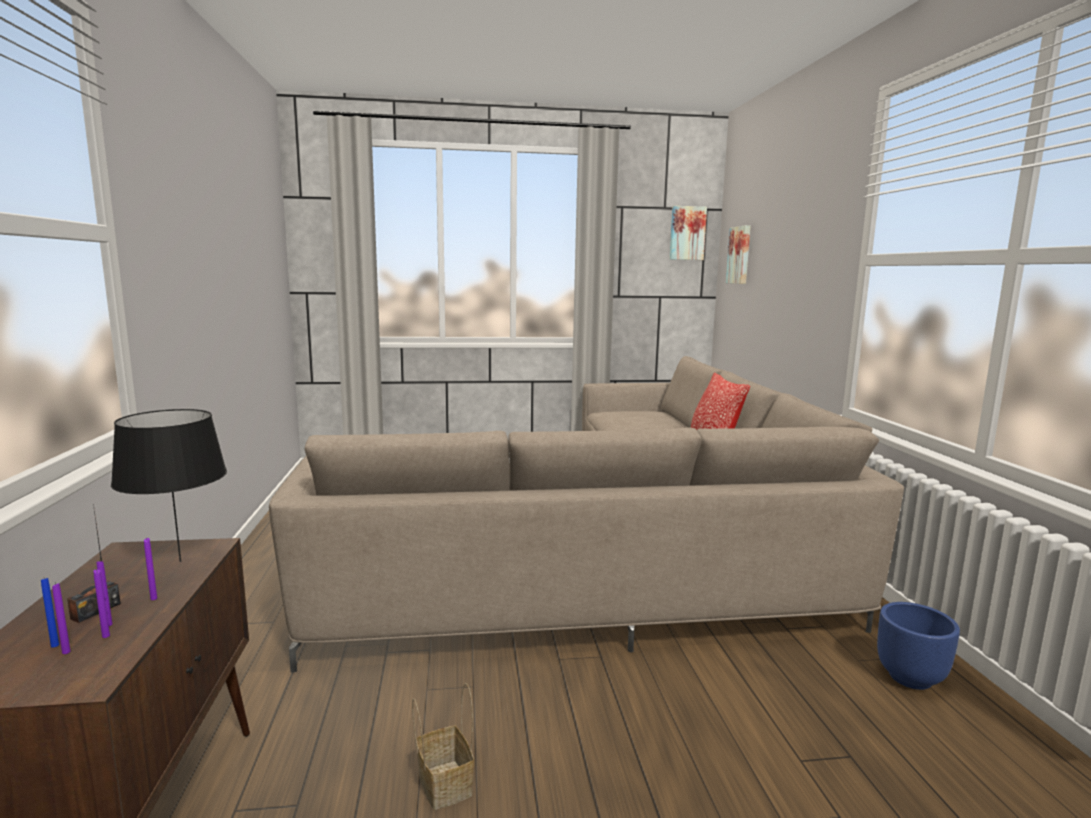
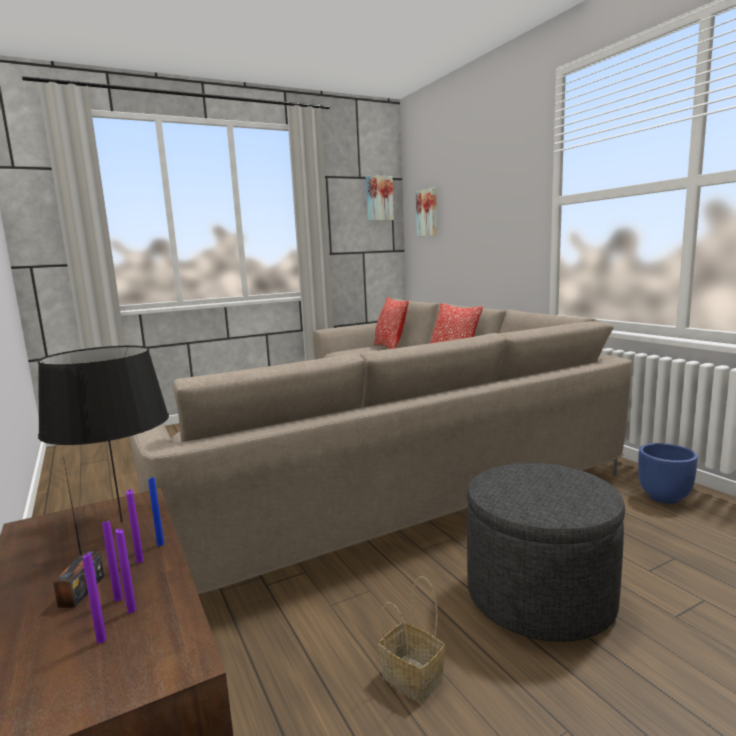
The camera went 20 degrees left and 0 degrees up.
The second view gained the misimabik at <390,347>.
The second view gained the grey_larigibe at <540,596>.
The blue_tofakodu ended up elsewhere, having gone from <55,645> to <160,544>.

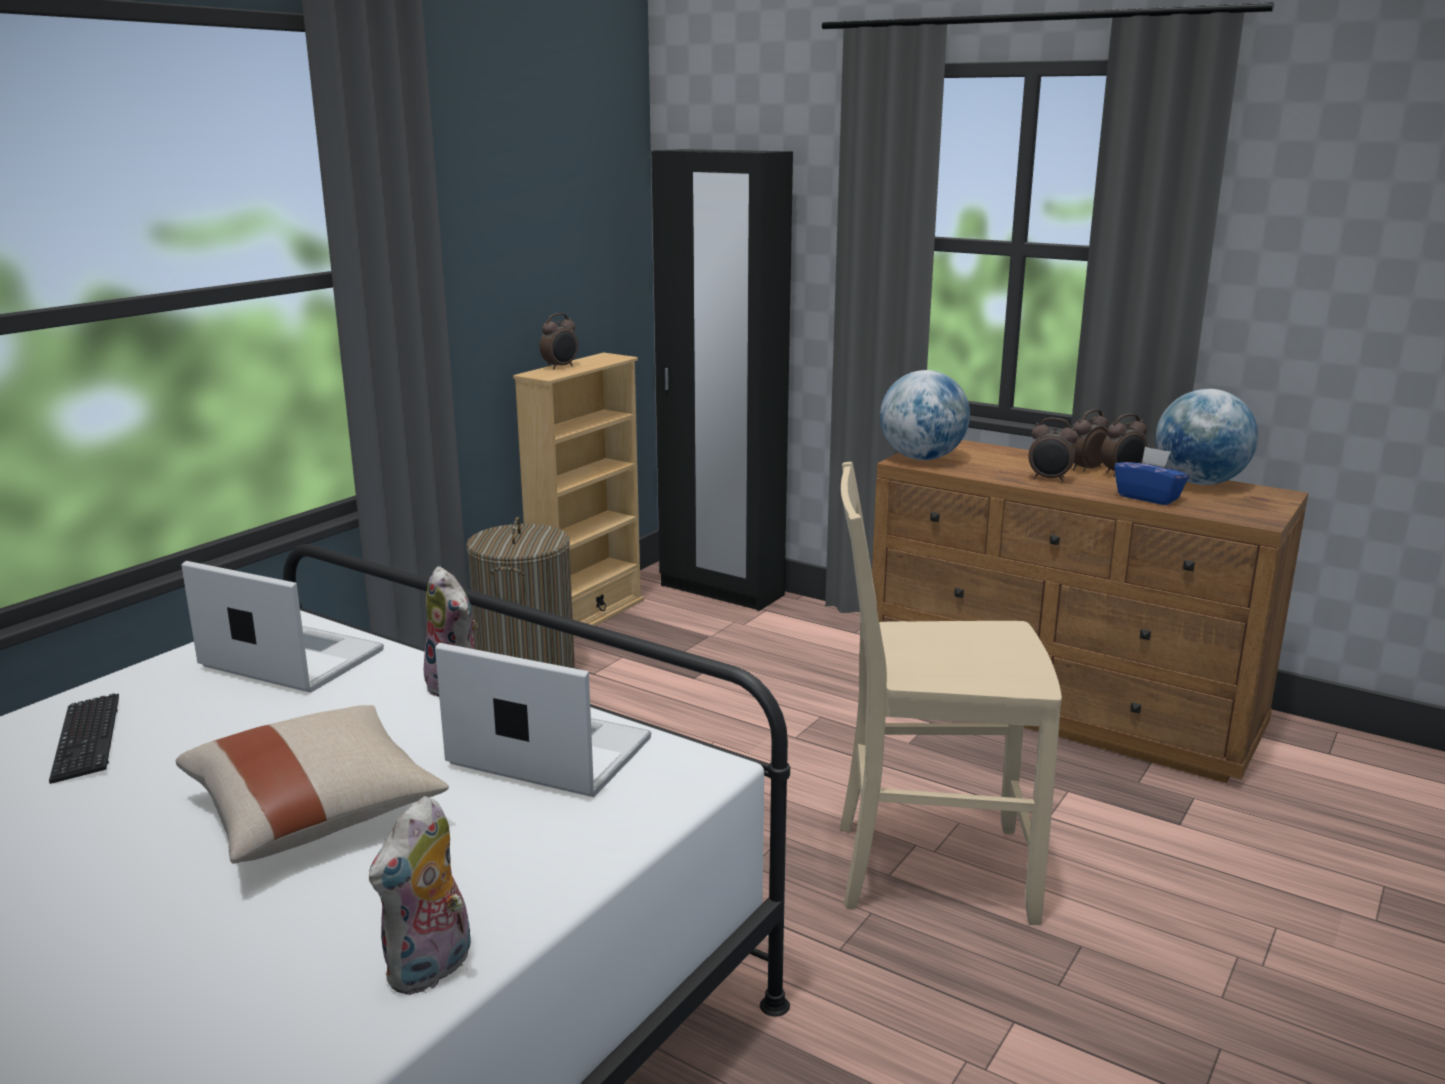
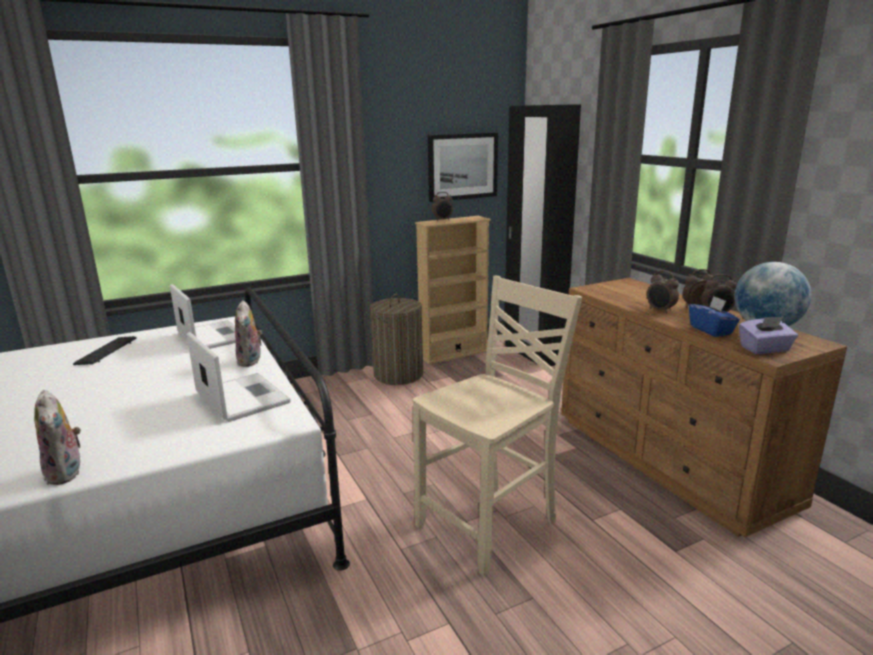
The camera went 30 degrees right and 0 degrees up.
The second view lost the beige_misimabik at <315,813>.
The second view lost the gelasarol at <922,458>.
The second view gained the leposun at <462,166>.
The second view gained the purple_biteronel at <765,349>.
The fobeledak at <431,970> ended up facing another way, 90 degrees counterclockwise from before.
The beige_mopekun at <928,869> ended up facing another way, 105 degrees clockwise from before.

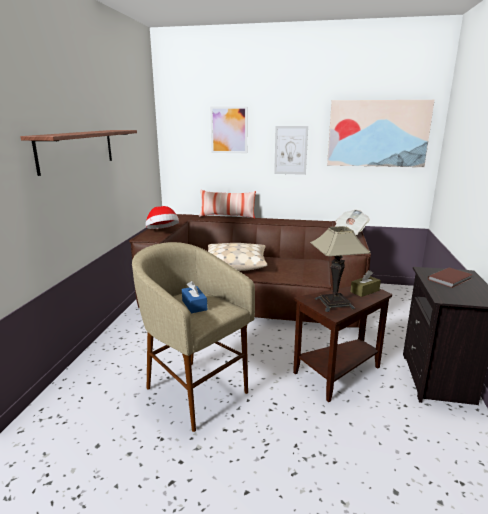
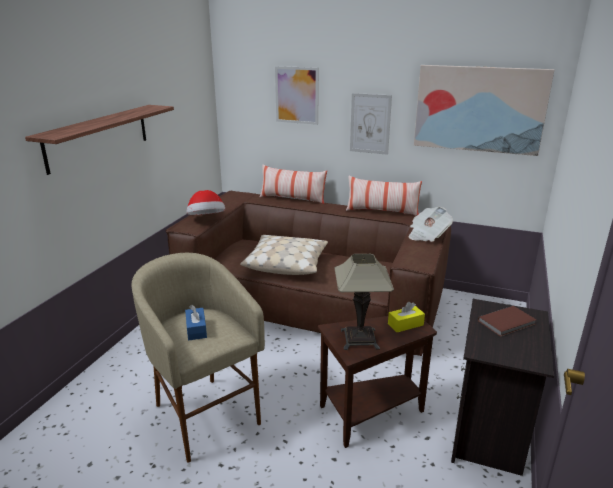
The camera went 10 degrees right and 5 degrees up.
The second view gained the misimabik at <382,212>.
What was the brown_biteronel at <364,291> turned into the yellow_biteronel at <405,324>.

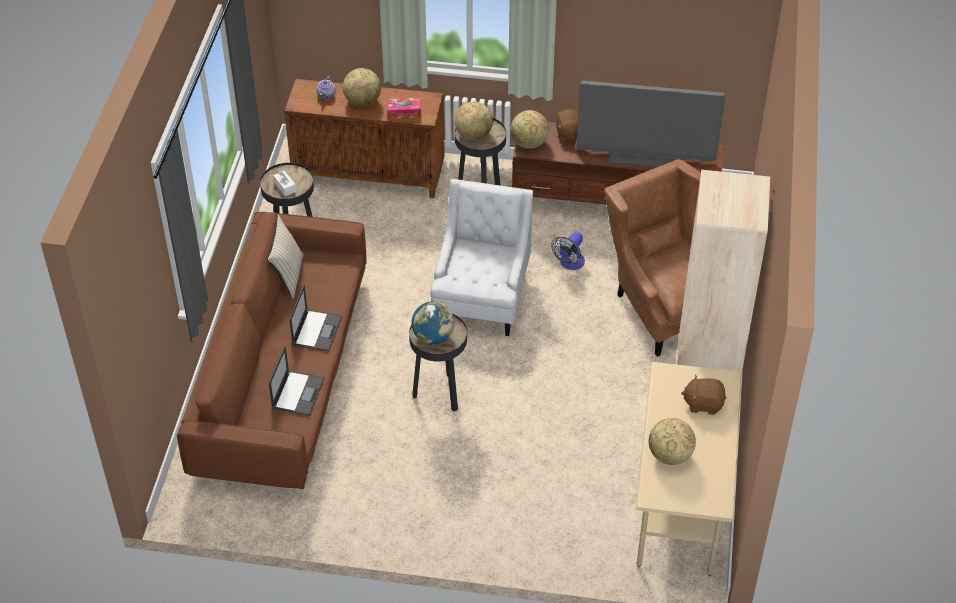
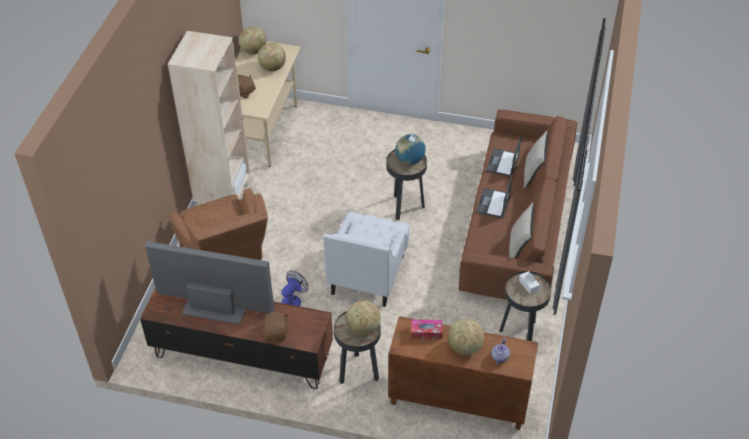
The camera went 175 degrees left and 0 degrees up.
The second view gained the beige_misimabik at <533,173>.
The gelasarol ended up elsewhere, having gone from <529,143> to <253,51>.

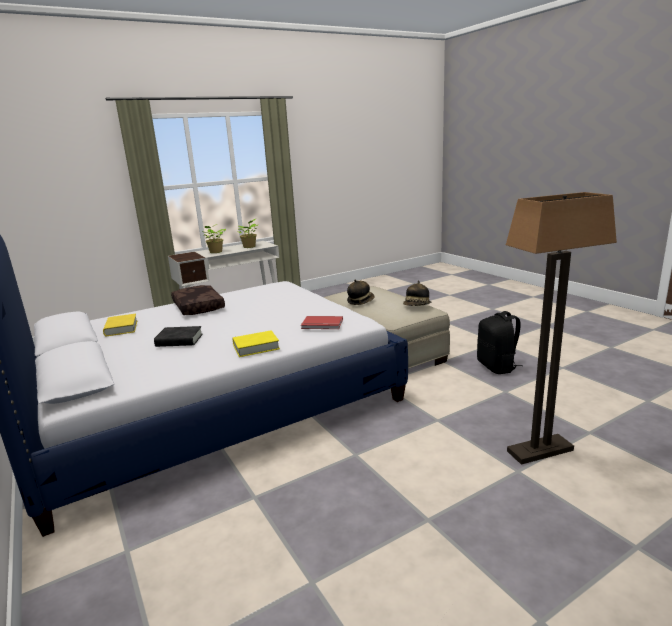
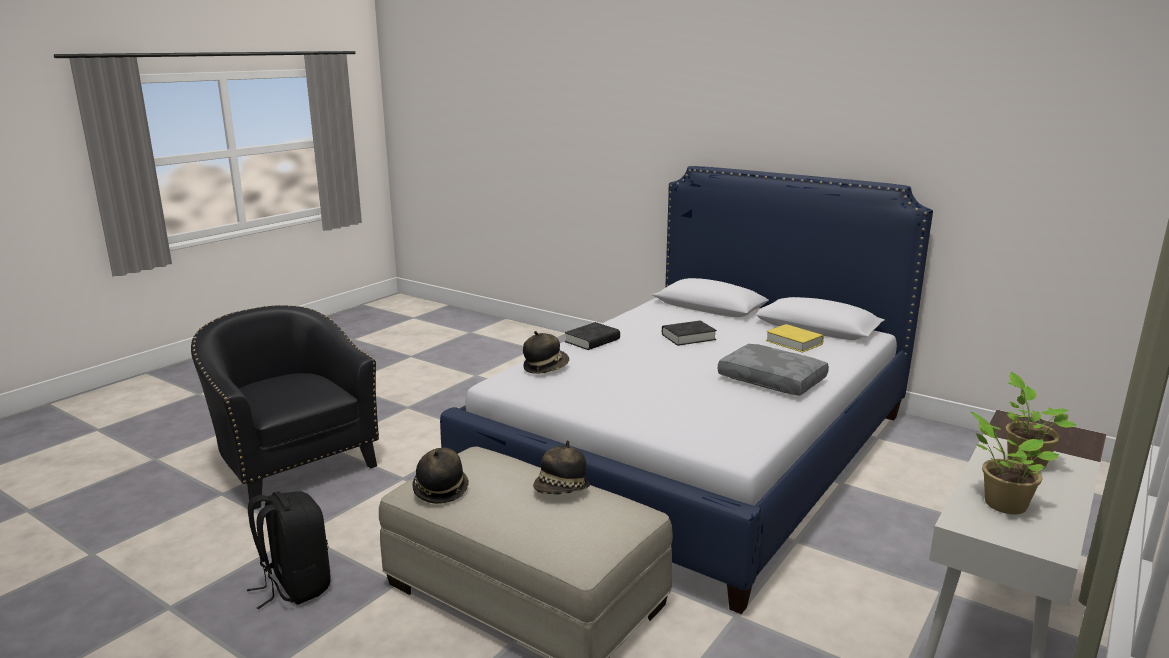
The camera went 155 degrees right and 0 degrees up.
Where the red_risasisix stood at <322,324>, the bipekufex came to stand at <545,367>.
Where the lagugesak stood at <540,451>, the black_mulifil came to stand at <293,465>.
What was the brown_misimabik at <197,307> turned into the grey_misimabik at <773,380>.
What was the yellow_risasisix at <256,347> turned into the black_risasisix at <592,341>.

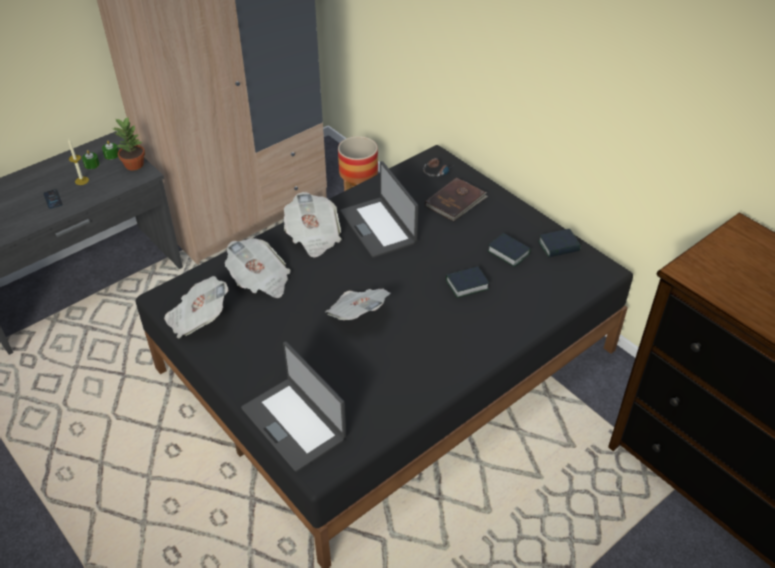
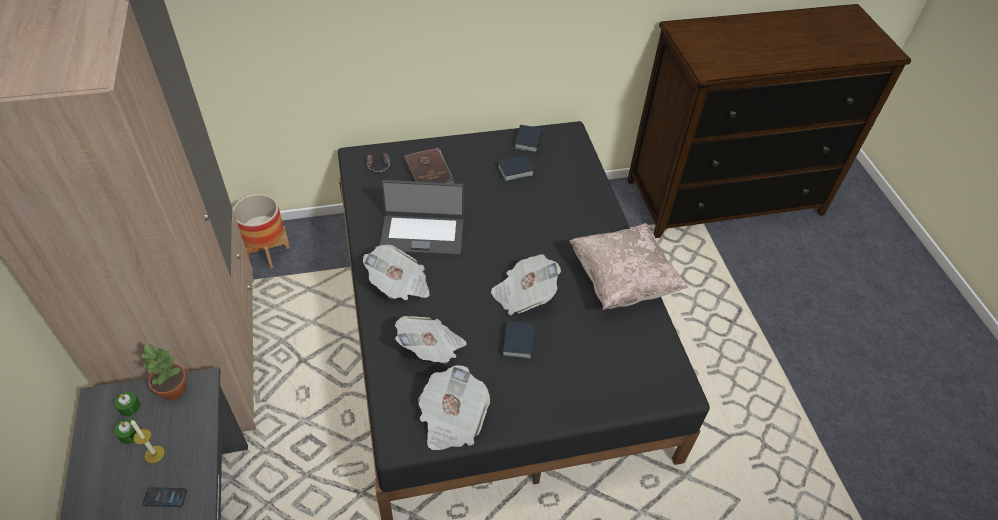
The camera went 65 degrees left and 5 degrees up.
The second view lost the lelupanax at <294,423>.
The second view gained the beige_misimabik at <622,281>.
The risasisix ended up elsewhere, having gone from <467,285> to <517,342>.

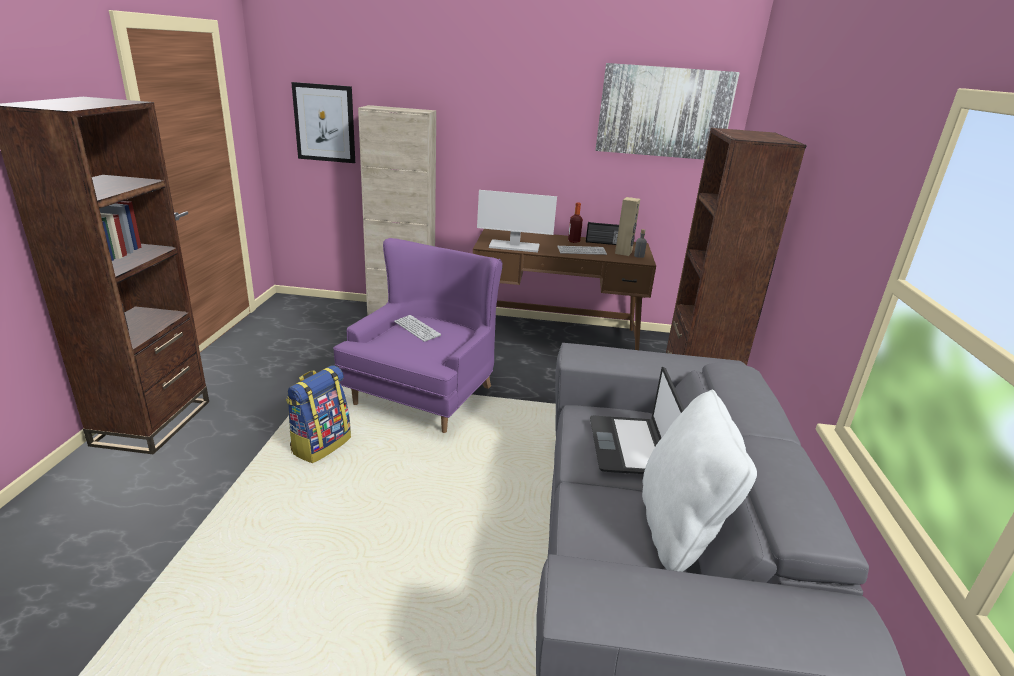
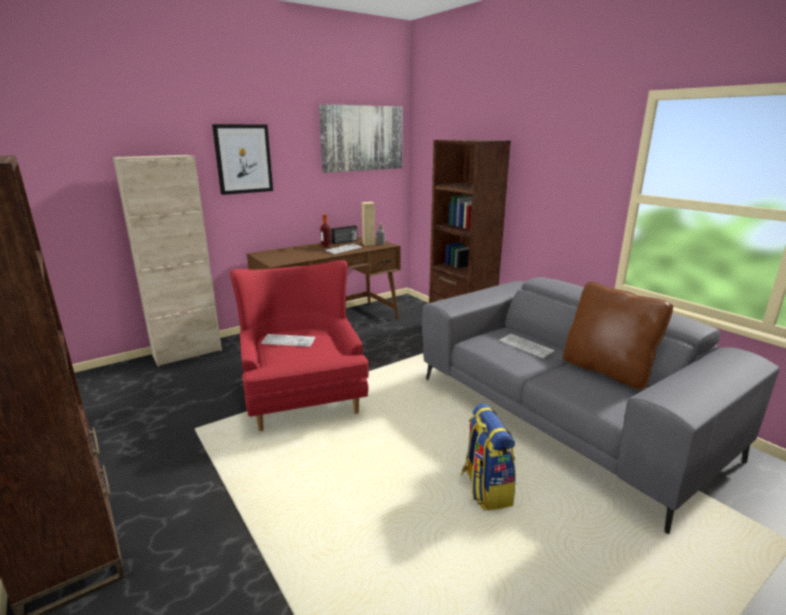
The camera went 40 degrees left and 5 degrees down.
The second view lost the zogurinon at <513,246>.
The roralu ended up elsewhere, having gone from <321,445> to <485,489>.
The leposun ended up elsewhere, having gone from <324,123> to <243,159>.
Where the lelupanax stood at <630,446>, the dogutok came to stand at <526,346>.
What was the purple_mulifil at <426,393> turned into the red_mulifil at <303,396>.
What was the white_misimabik at <679,528> turned into the brown_misimabik at <606,370>.

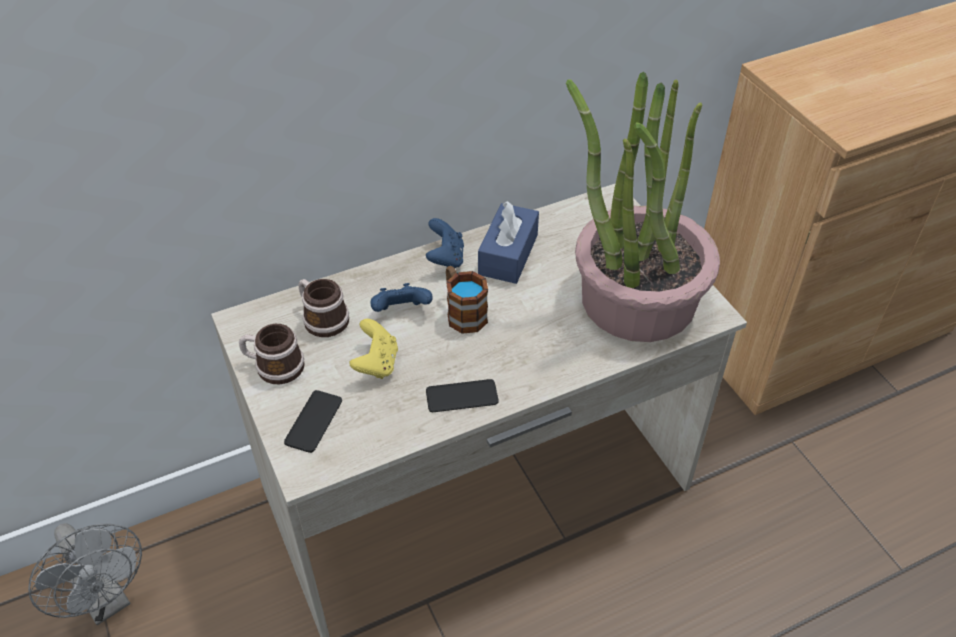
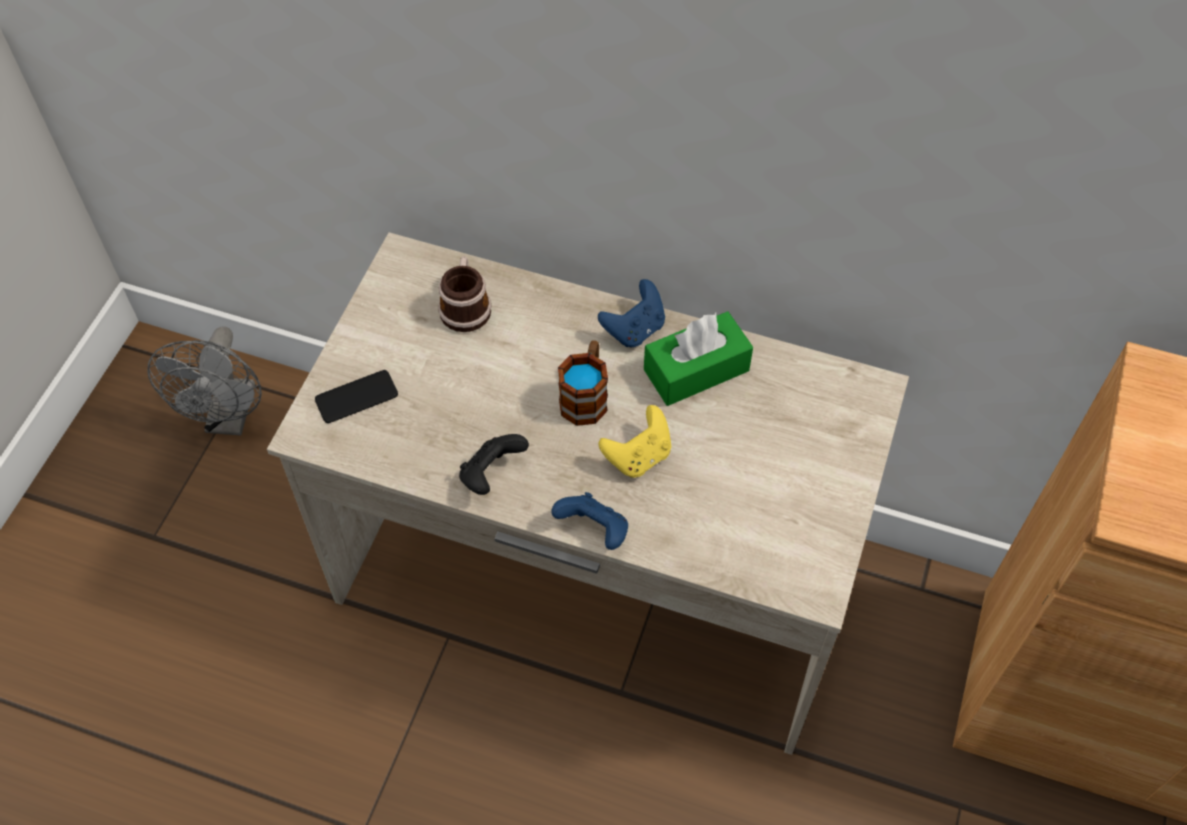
The camera went 45 degrees right and 10 degrees up.
The second view lost the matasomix at <273,366>.
The second view lost the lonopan at <636,299>.
The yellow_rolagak ended up elsewhere, having gone from <376,363> to <638,456>.
The blue_rolagak ended up elsewhere, having gone from <401,311> to <594,530>.
Where the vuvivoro stood at <462,396>, the black_rolagak came to stand at <491,474>.
What was the blue_biteronel at <508,254> turned into the green_biteronel at <696,370>.

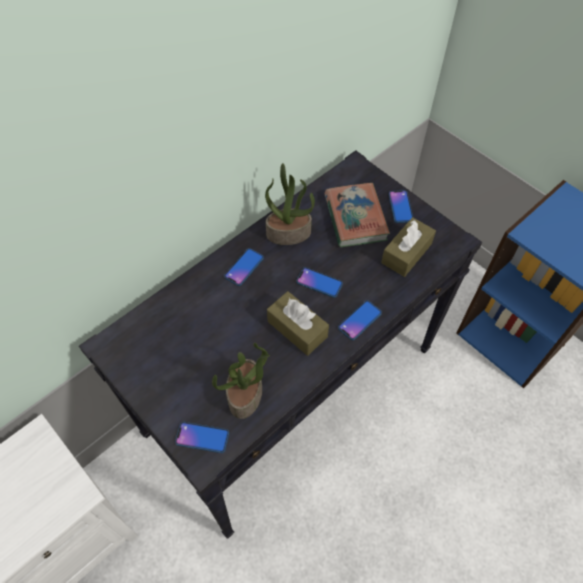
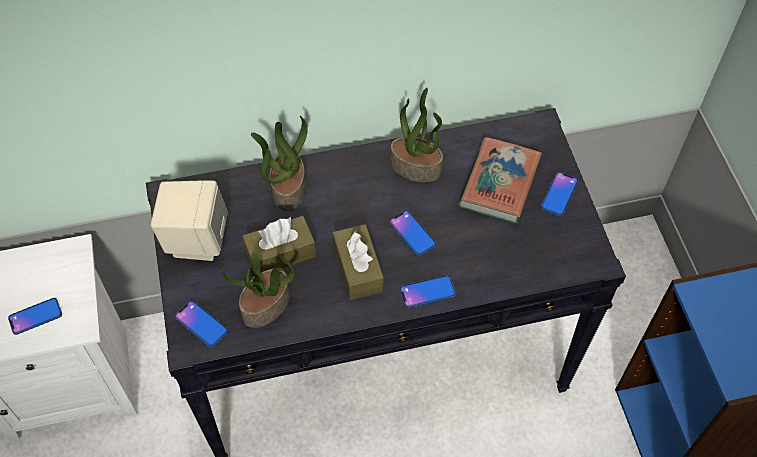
The camera went 30 degrees right and 0 degrees up.
The second view gained the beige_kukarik at <196,239>.
The second view gained the lonopan at <288,188>.
The vuvivoro ended up elsewhere, having gone from <244,267> to <35,316>.
The brown_biteronel ended up elsewhere, having gone from <406,253> to <280,253>.

